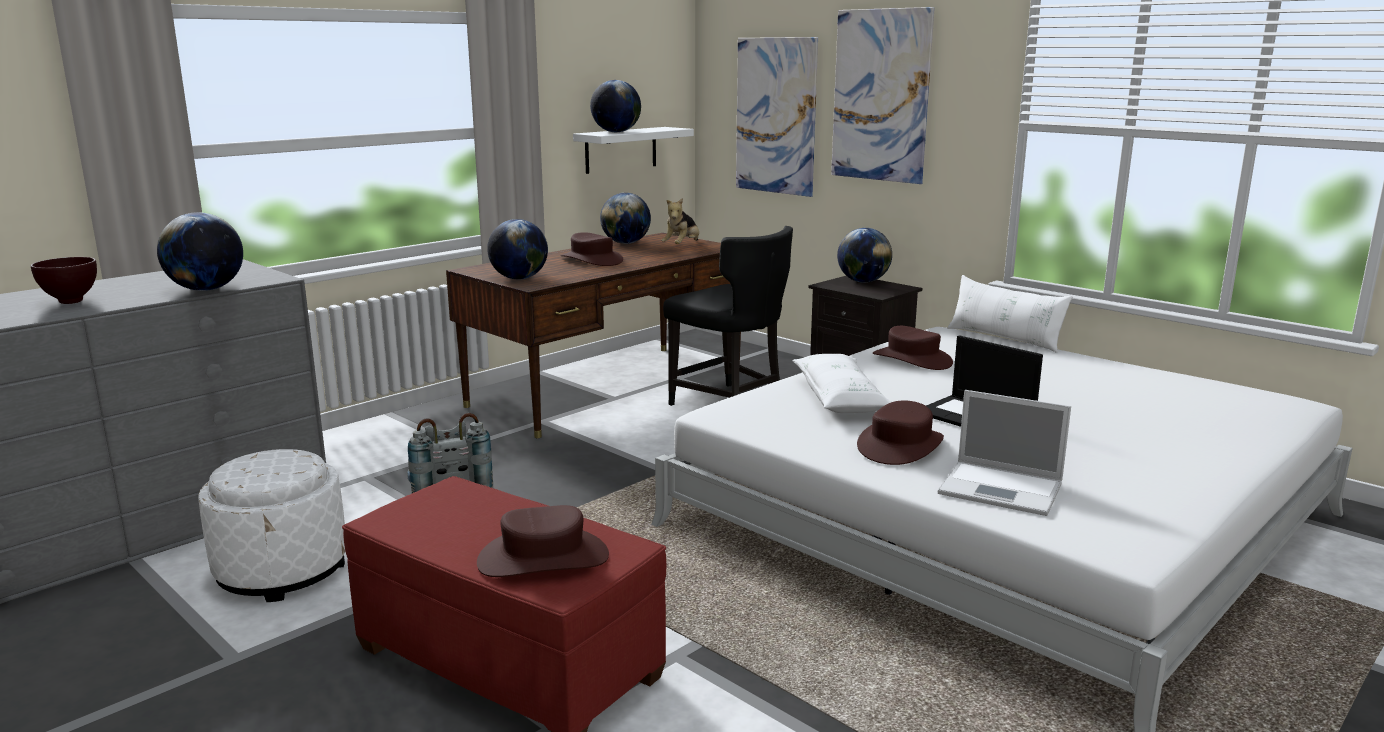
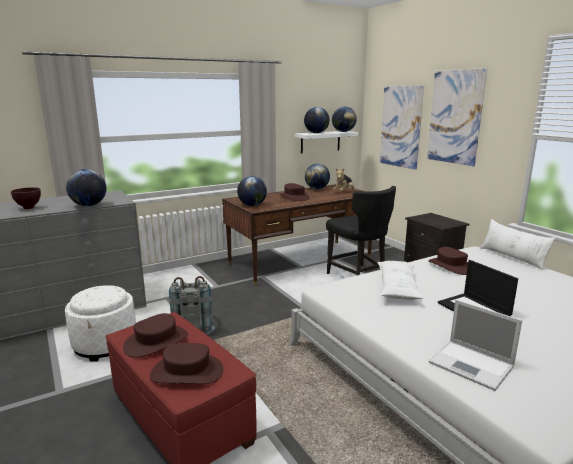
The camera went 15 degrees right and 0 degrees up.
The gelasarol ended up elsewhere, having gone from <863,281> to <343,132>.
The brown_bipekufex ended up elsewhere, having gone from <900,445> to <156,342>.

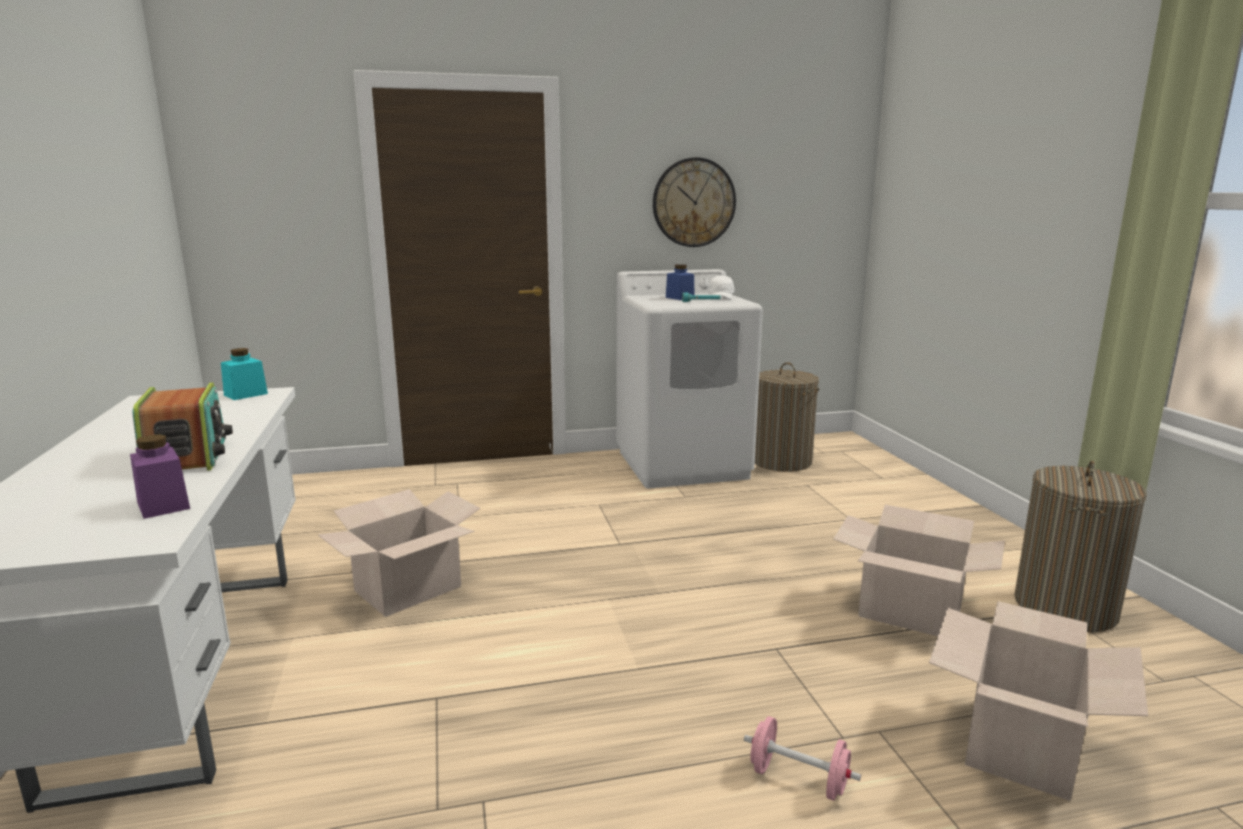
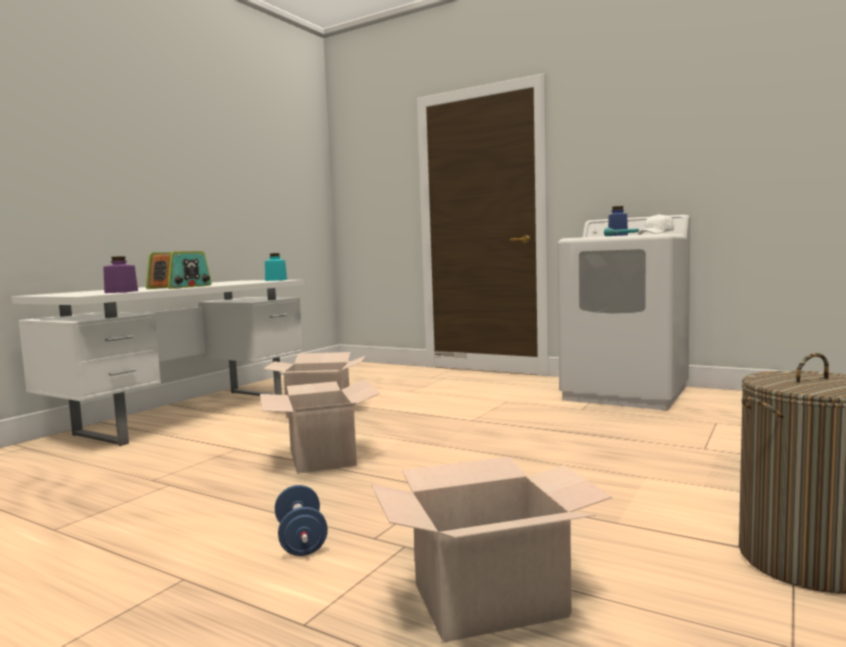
The camera went 45 degrees right and 10 degrees down.
The second view lost the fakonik at <694,202>.
The second view lost the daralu at <781,461>.
The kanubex ended up elsewhere, having gone from <910,611> to <323,458>.
What was the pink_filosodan at <798,779> turned into the blue_filosodan at <301,540>.

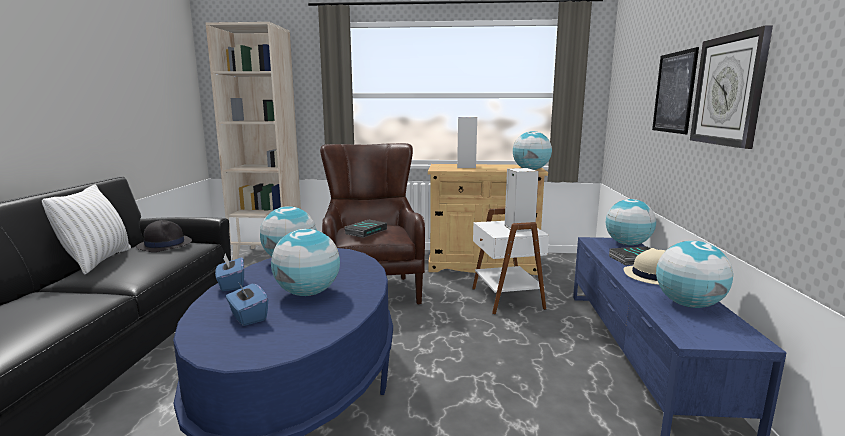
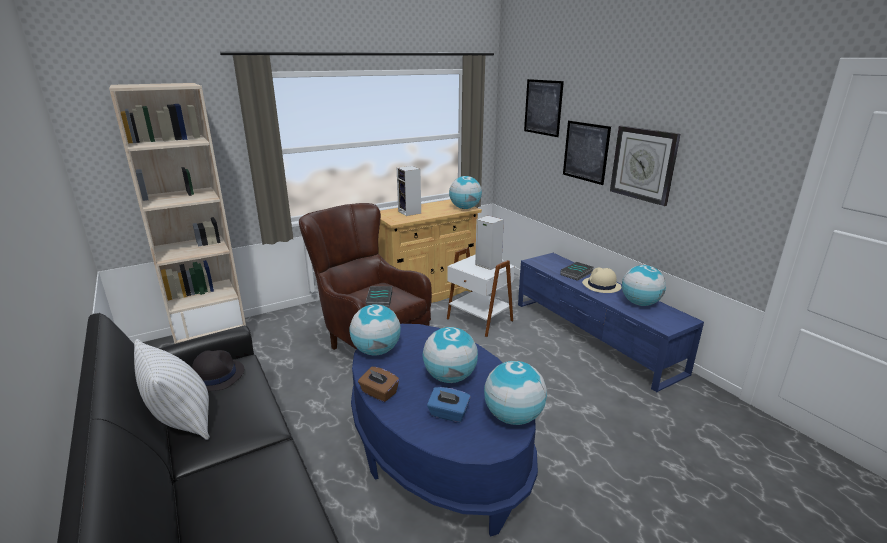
The camera went 35 degrees left and 10 degrees up.
The second view gained the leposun at <543,107>.
The gelasarol ended up elsewhere, having gone from <628,244> to <513,417>.
What was the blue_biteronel at <231,285> turned into the brown_biteronel at <379,393>.

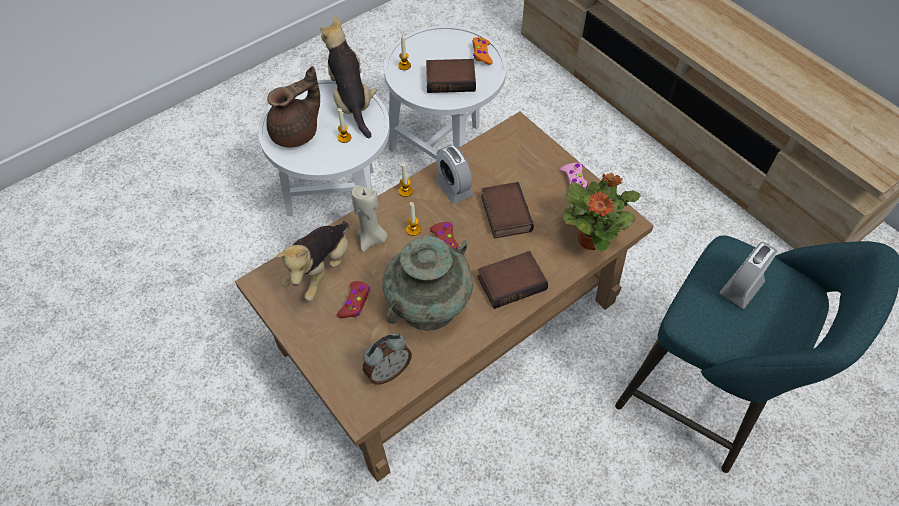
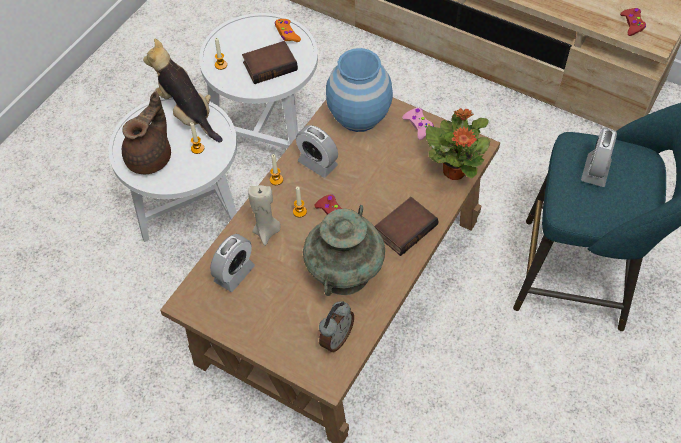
The camera went 20 degrees left and 0 degrees up.
The second view lost the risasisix at <504,213>.
The second view gained the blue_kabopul at <358,116>.
The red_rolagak ended up elsewhere, having gone from <355,303> to <632,24>.
Where the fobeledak stood at <321,270>, the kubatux came to stand at <234,273>.

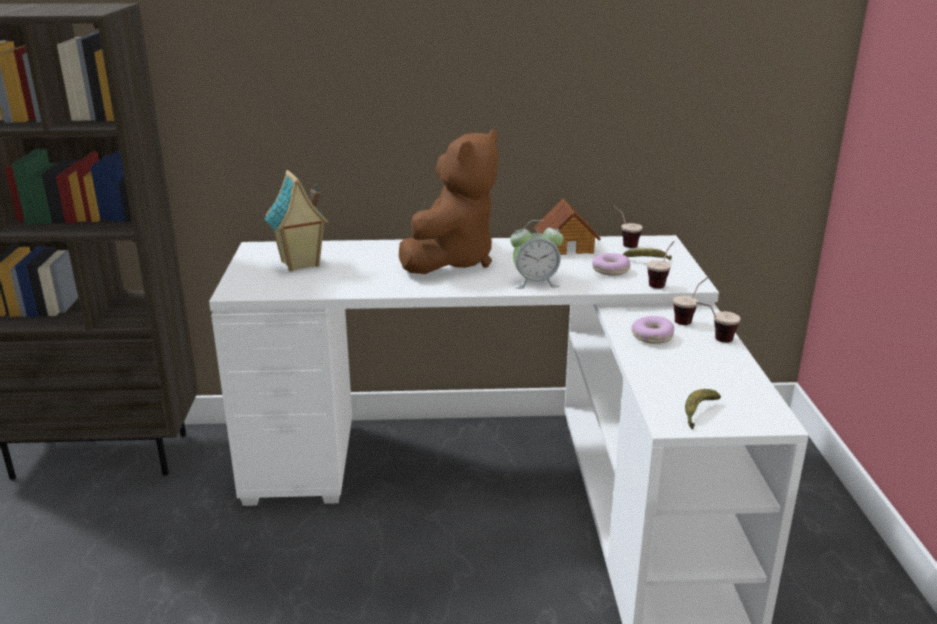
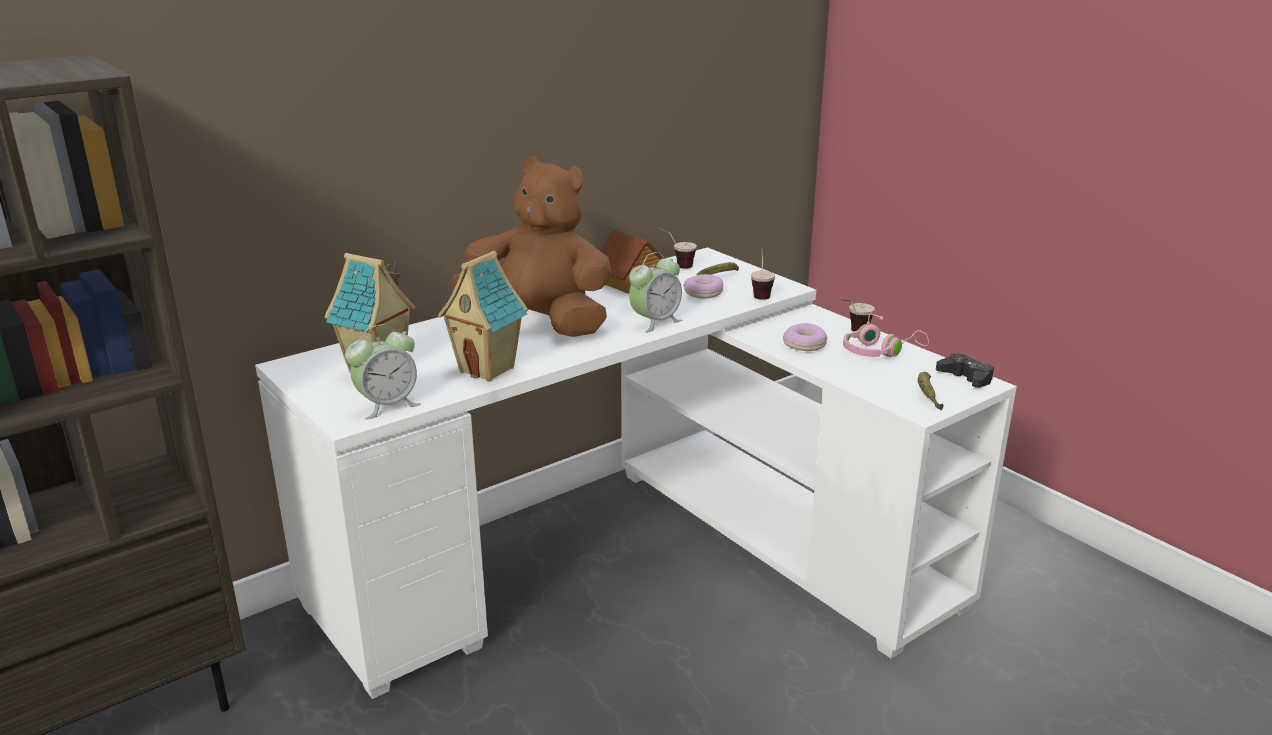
The camera went 35 degrees left and 0 degrees up.
The second view lost the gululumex at <689,319>.
The second view gained the kubatux at <387,405>.
The second view gained the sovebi at <488,369>.
The second view gained the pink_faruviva at <879,351>.
The second view gained the black_rolagak at <966,377>.
The brown_fobeledak at <451,260> ended up facing another way, 60 degrees counterclockwise from before.

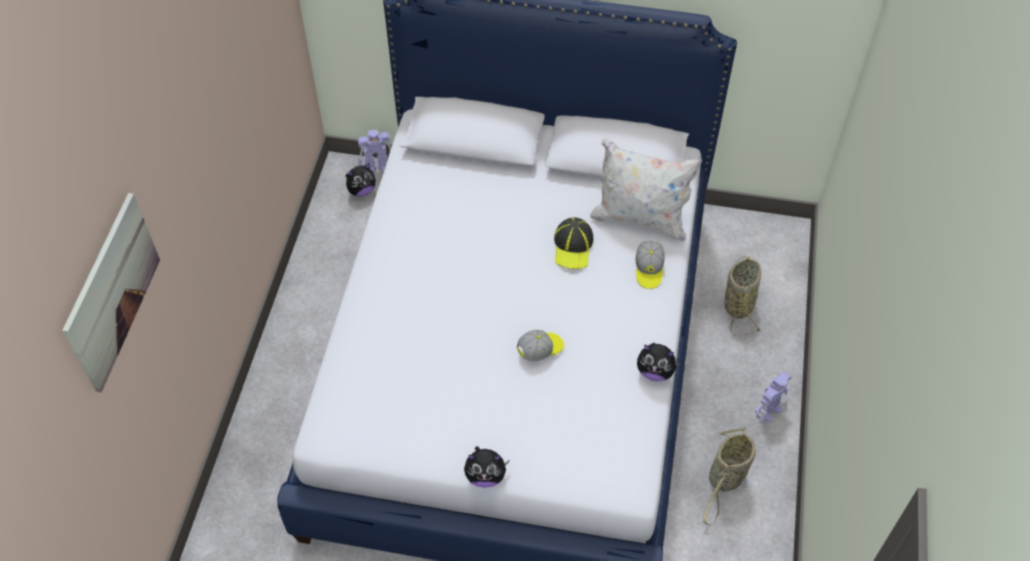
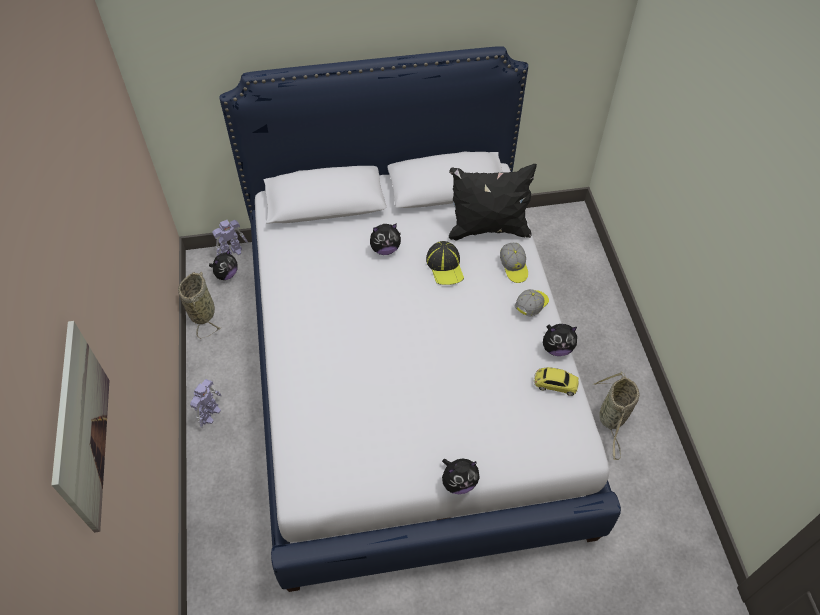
The camera went 20 degrees left and 0 degrees up.
The second view gained the fobeledak at <385,249>.
The second view gained the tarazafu at <555,384>.
The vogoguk ended up elsewhere, having gone from <540,350> to <531,306>.
The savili ended up elsewhere, having gone from <738,304> to <202,312>.
The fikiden ended up elsewhere, having gone from <769,410> to <210,413>.
What was the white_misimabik at <640,218> turned into the black_misimabik at <488,229>.

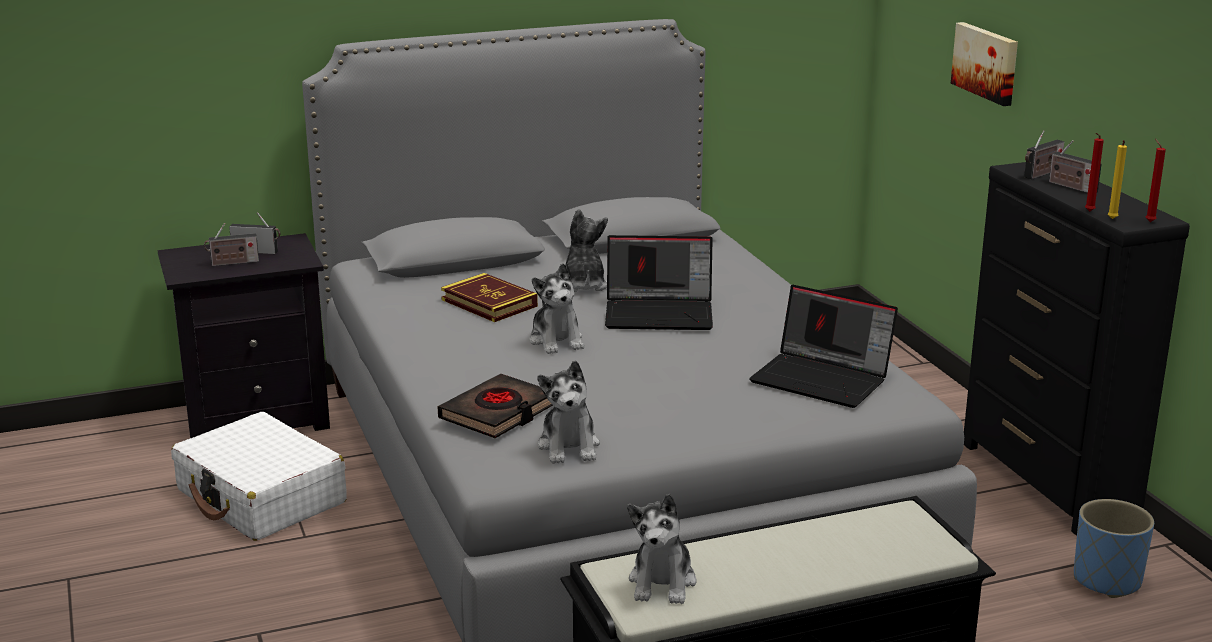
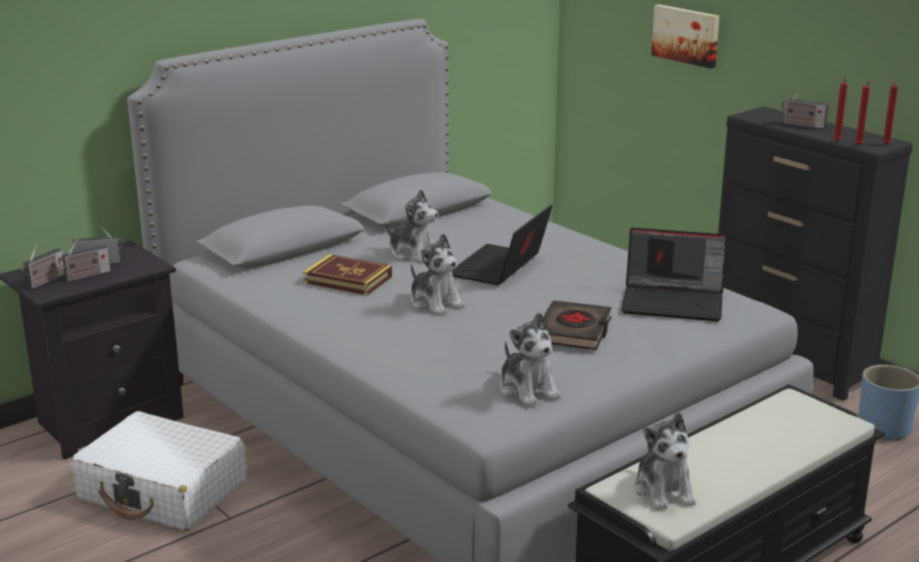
The camera went 20 degrees left and 0 degrees up.
The black_risasisix ended up elsewhere, having gone from <498,413> to <574,331>.
The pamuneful ended up elsewhere, having gone from <1041,174> to <45,281>.
What was the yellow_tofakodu at <1112,219> turned into the red_tofakodu at <859,145>.
The fobeledak at <583,285> ended up facing another way, 150 degrees clockwise from before.
The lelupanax at <660,313> ended up facing another way, 135 degrees clockwise from before.

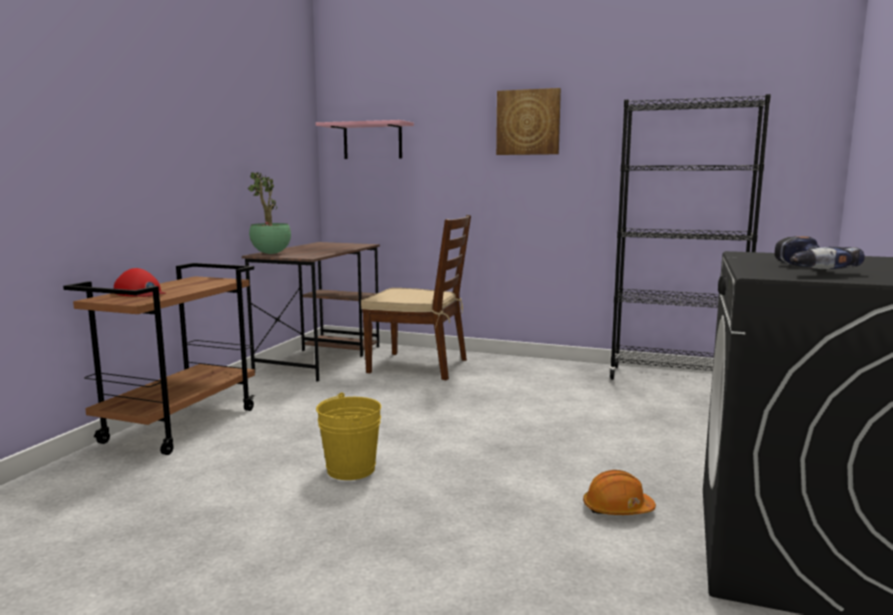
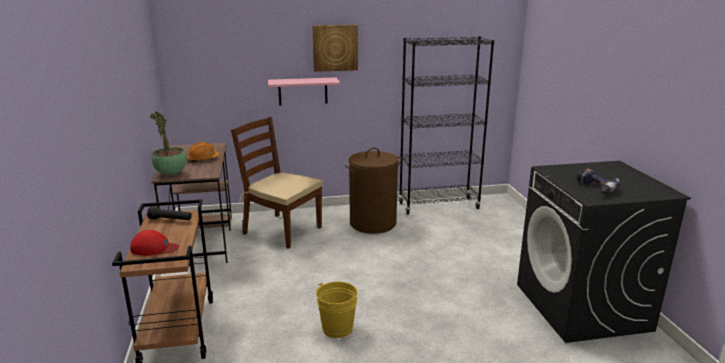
The camera went 30 degrees left and 10 degrees up.
The second view gained the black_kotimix at <170,220>.
The second view gained the brown_daralu at <373,223>.
The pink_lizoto ended up elsewhere, having gone from <372,141> to <303,91>.
The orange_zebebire ended up elsewhere, having gone from <617,509> to <203,159>.
The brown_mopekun at <419,366> ended up facing another way, 135 degrees counterclockwise from before.

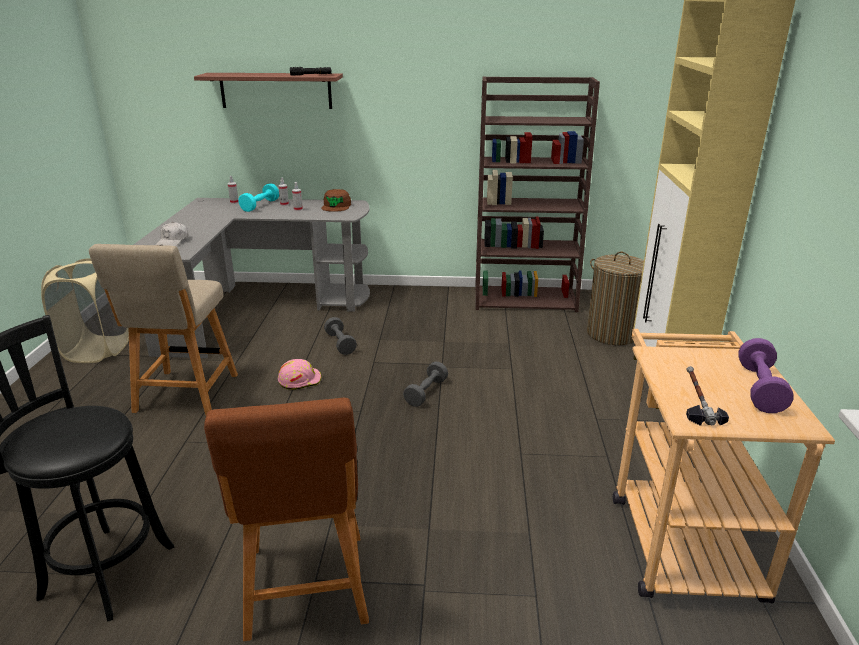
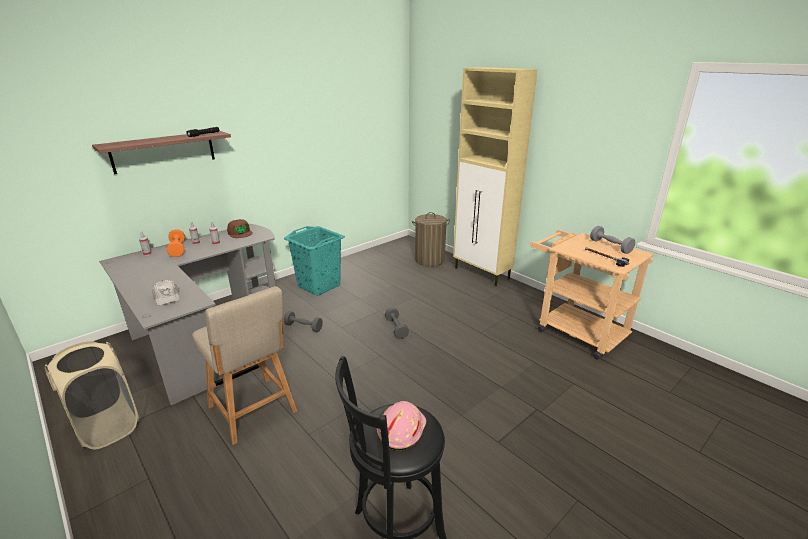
The camera went 45 degrees left and 0 degrees up.
The second view lost the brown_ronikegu at <306,590>.
The second view lost the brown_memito at <525,299>.
The second view gained the turquoise_daralu at <319,285>.
The pink_zebebire ended up elsewhere, having gone from <300,380> to <401,429>.
What was the turquoise_filosodan at <260,205> turned into the orange_filosodan at <177,249>.
What was the purple_filosodan at <760,389> turned into the grey_filosodan at <610,246>.

